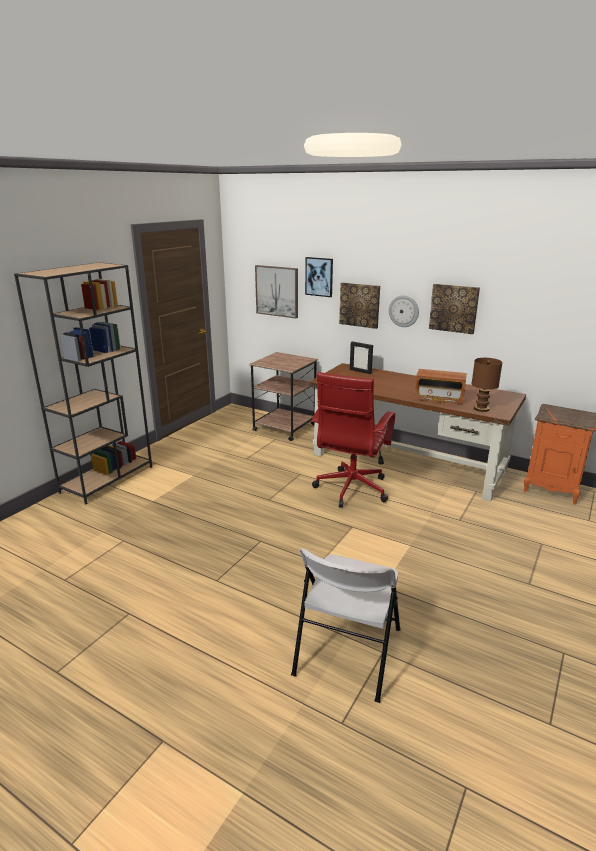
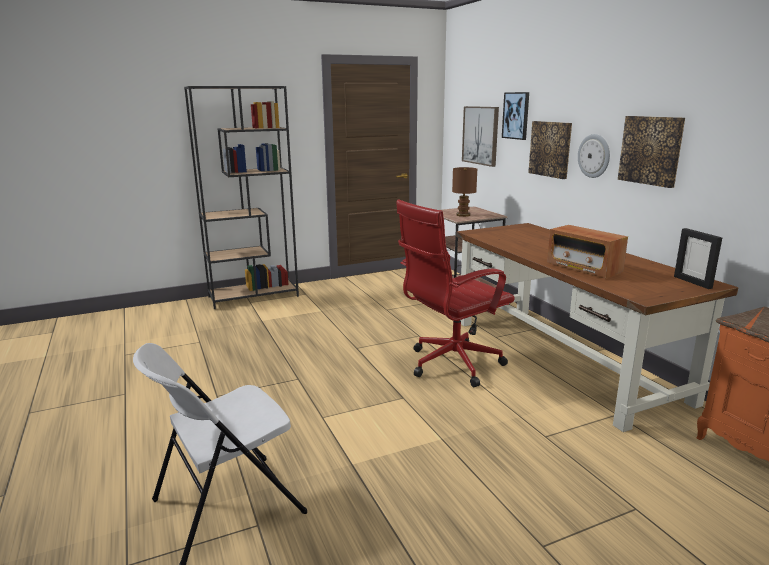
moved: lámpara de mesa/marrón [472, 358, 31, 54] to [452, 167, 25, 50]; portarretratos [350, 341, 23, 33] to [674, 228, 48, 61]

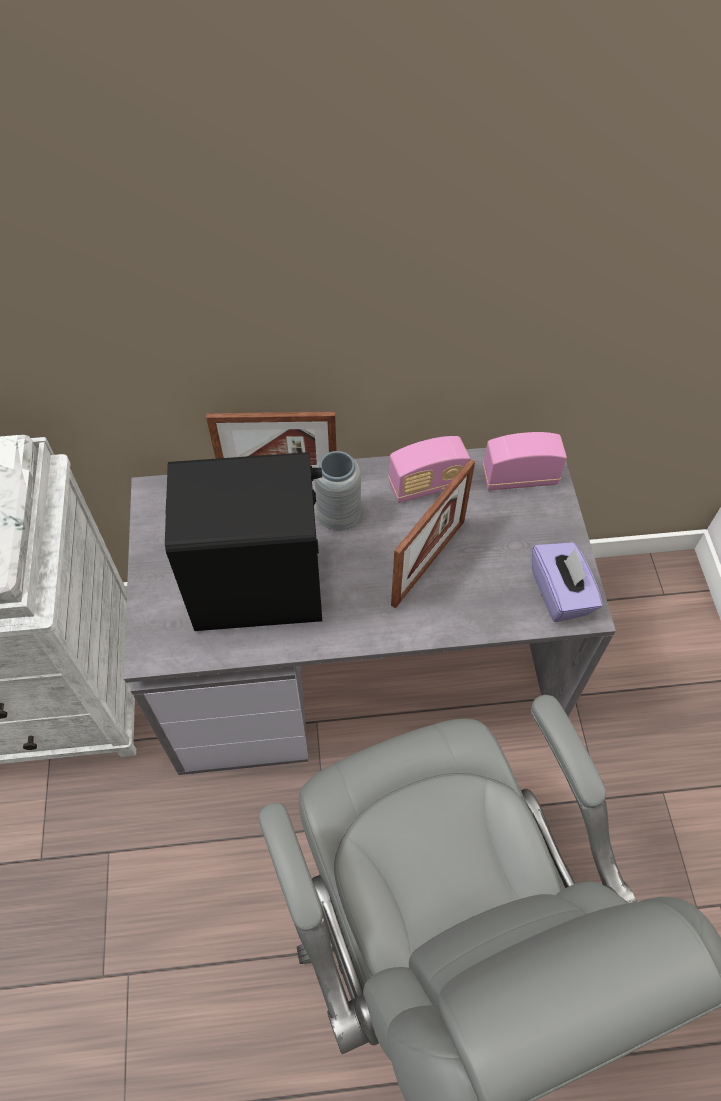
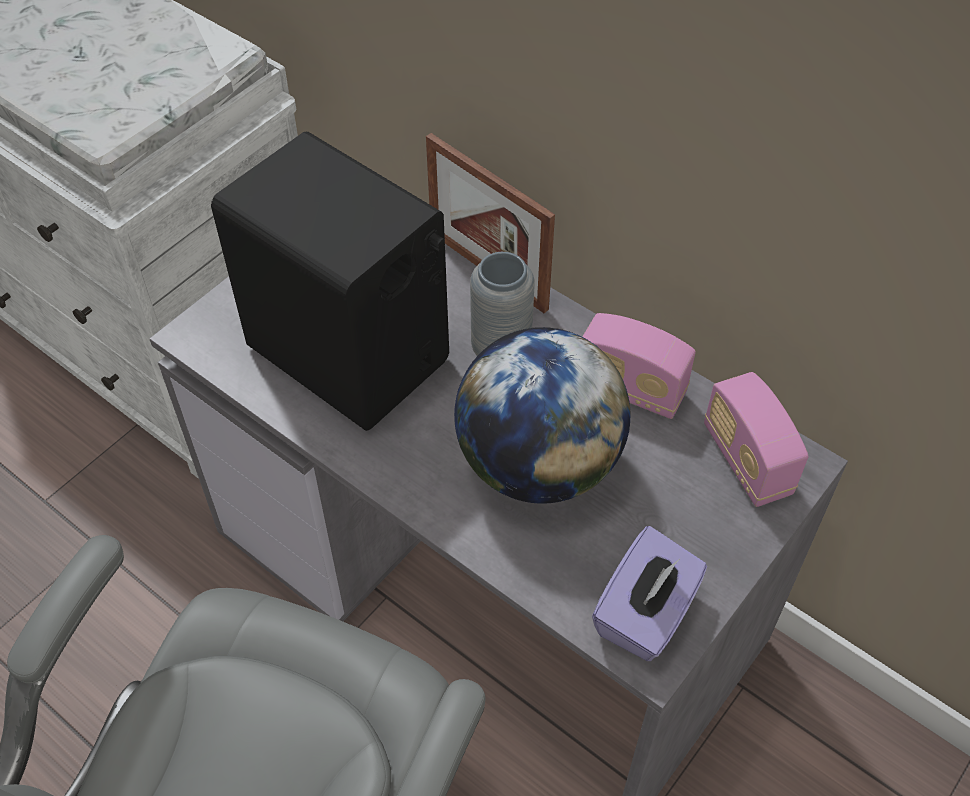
replaced: portarretratos [391, 459, 84, 149] to globo terráqueo [454, 327, 176, 177]
turned: radio [483, 432, 84, 58] = [704, 372, 105, 135] 150 degrees counterclockwise

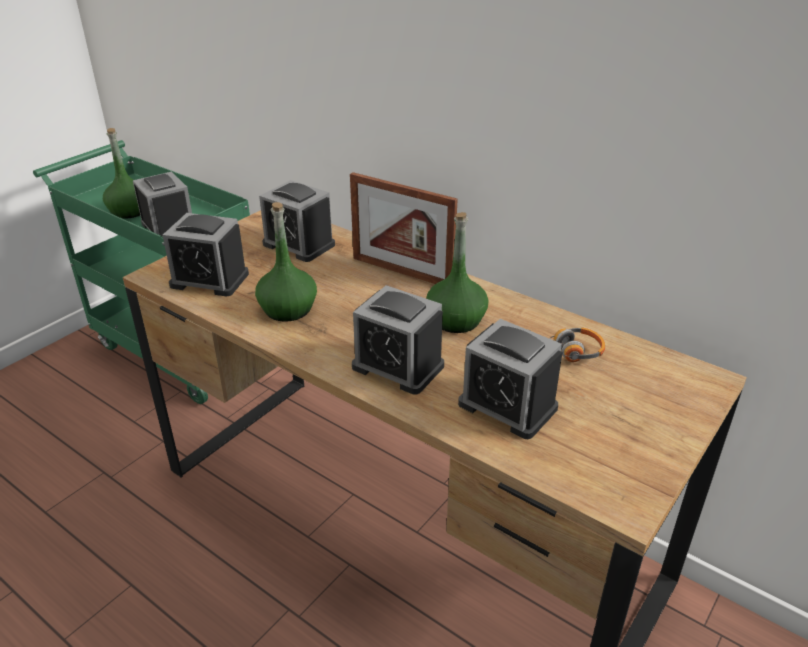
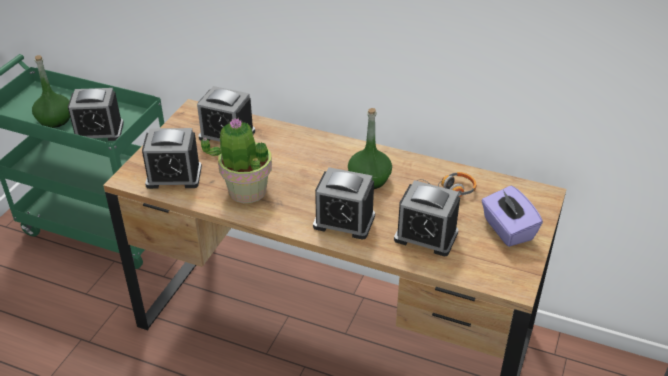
removed: portarretratos [350, 172, 108, 112]
added: caja de pañuelos/morado [482, 186, 61, 61]
replaced: botella/verde [255, 202, 62, 120] to planta en maceta [201, 118, 71, 85]
turned: despertador [133, 171, 59, 66] = [68, 88, 56, 53] 135 degrees clockwise

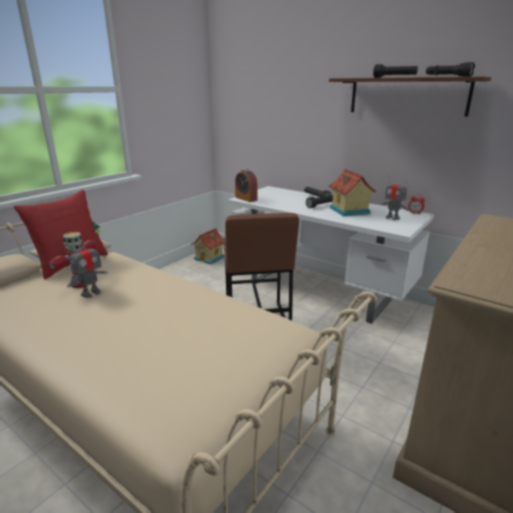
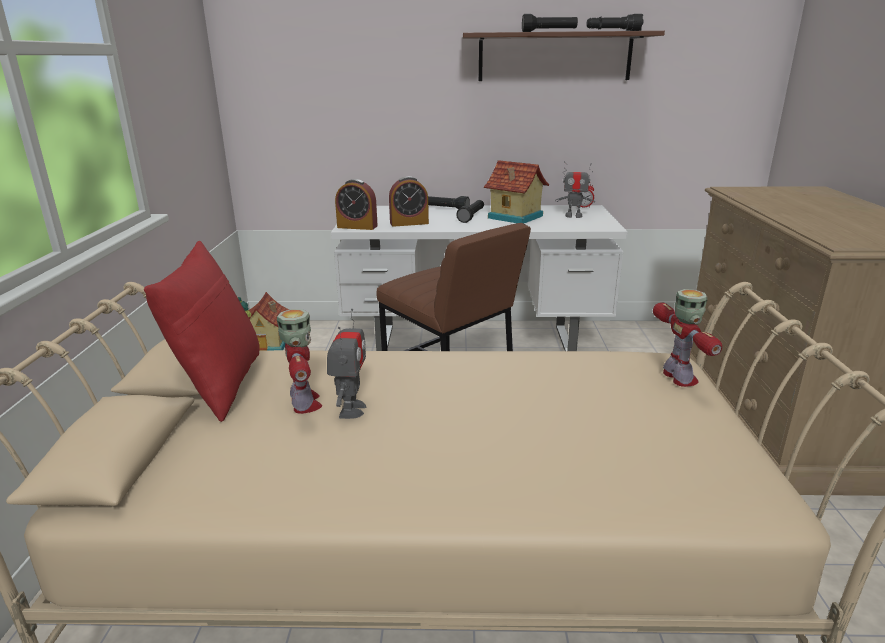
added: despertador [389, 176, 40, 51]; robot de juguete [653, 289, 69, 98]

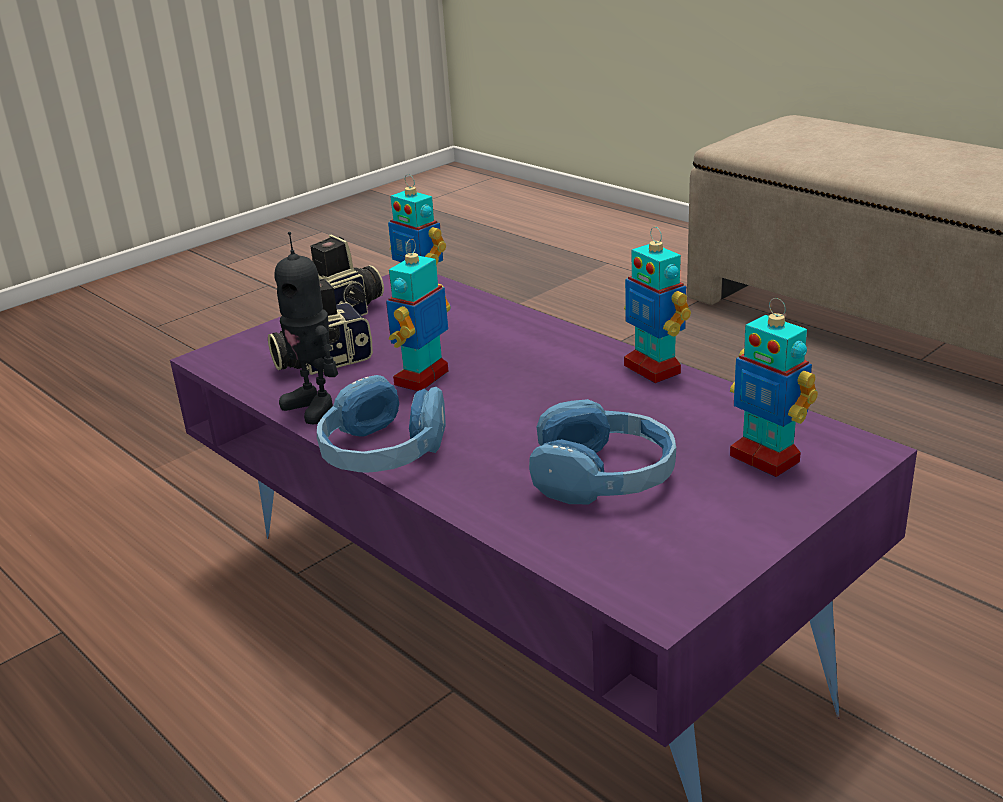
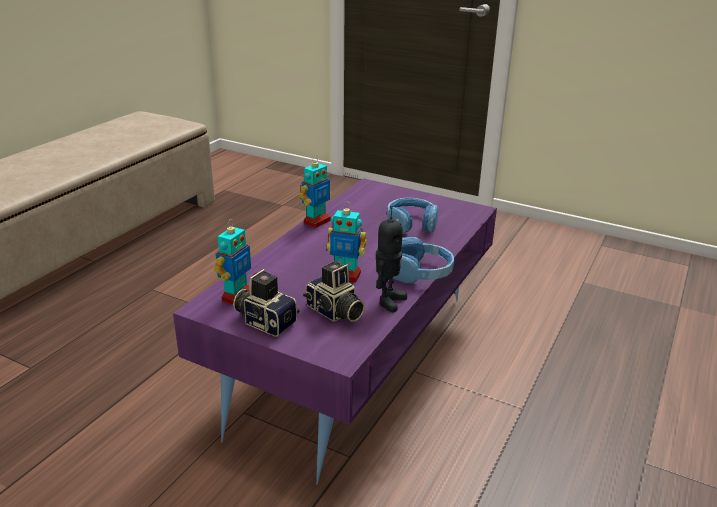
removed: robot de juguete [730, 298, 88, 179]

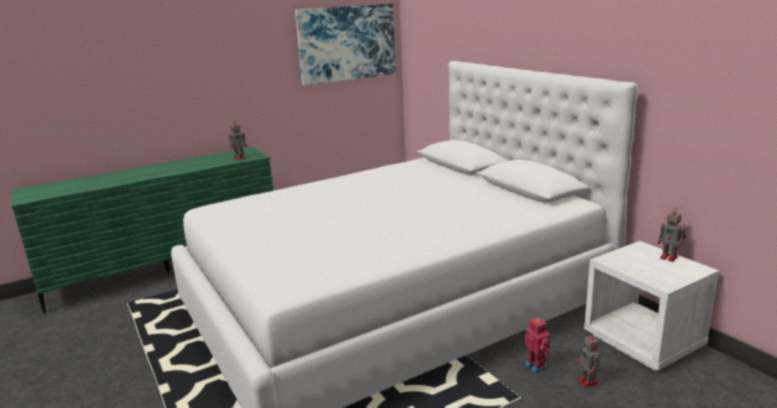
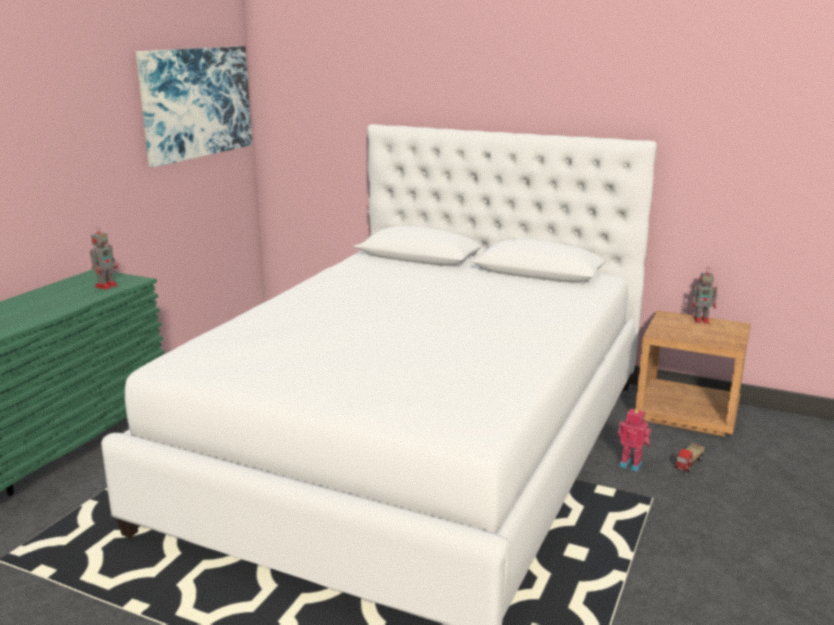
replaced: robot de juguete [577, 333, 25, 55] to camión de juguete [676, 443, 29, 29]
recoloured: mesita de noche/blanco [584, 241, 135, 130] to mesita de noche/marrón [635, 310, 116, 127]

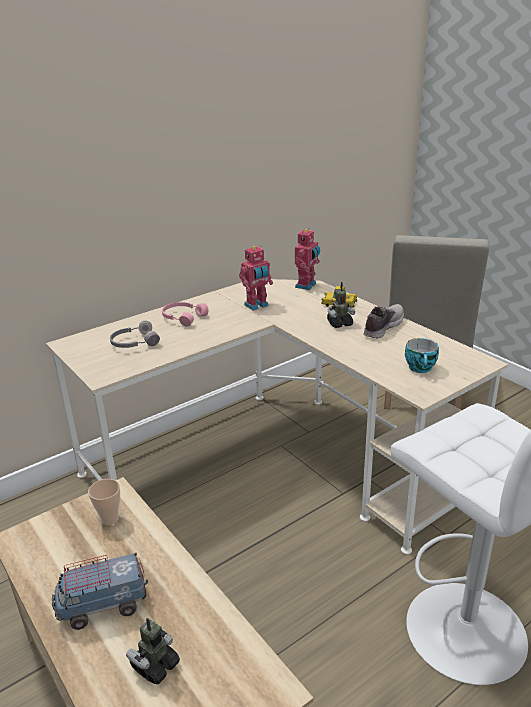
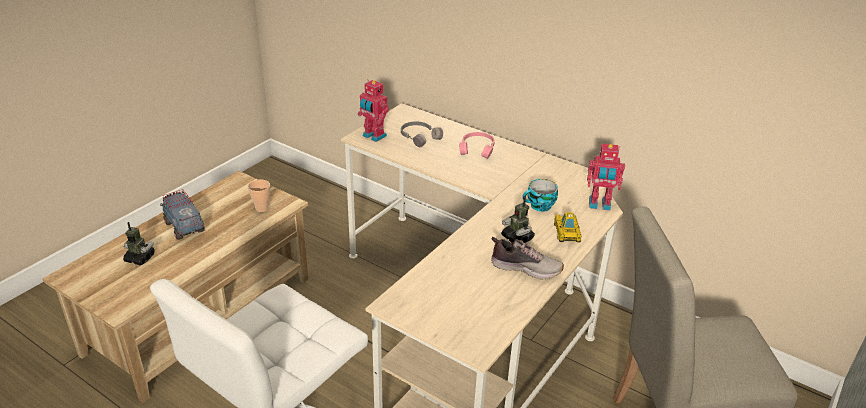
moved: robot de juguete [239, 246, 34, 65] to [358, 79, 31, 63]; taza [405, 338, 34, 35] to [523, 179, 35, 33]

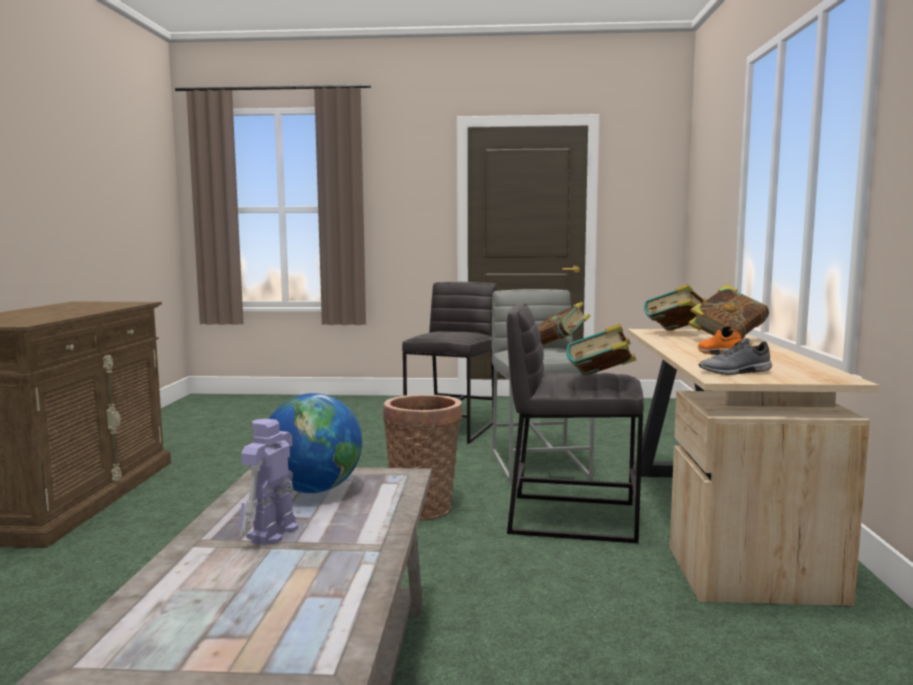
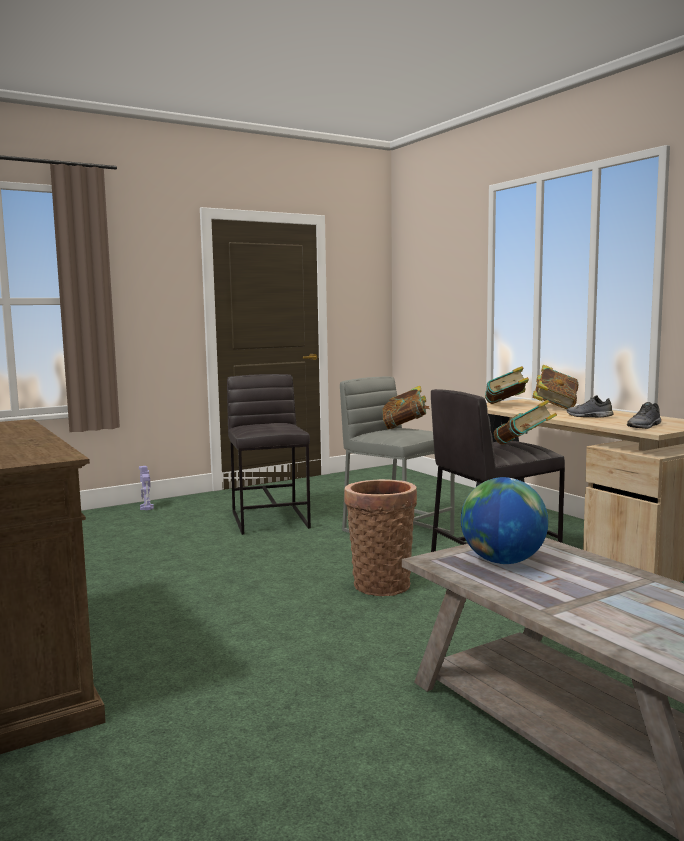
moved: robot de juguete [239, 419, 59, 126] to [139, 466, 15, 44]
recoloured: zapato/naranja [698, 326, 44, 29] to zapato/gris [566, 395, 47, 23]

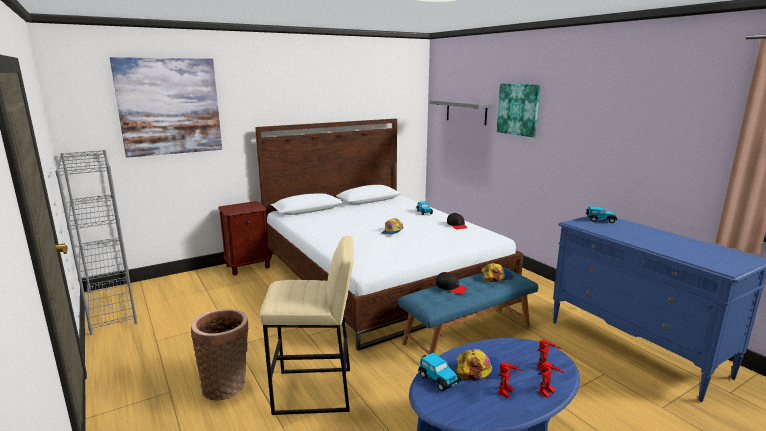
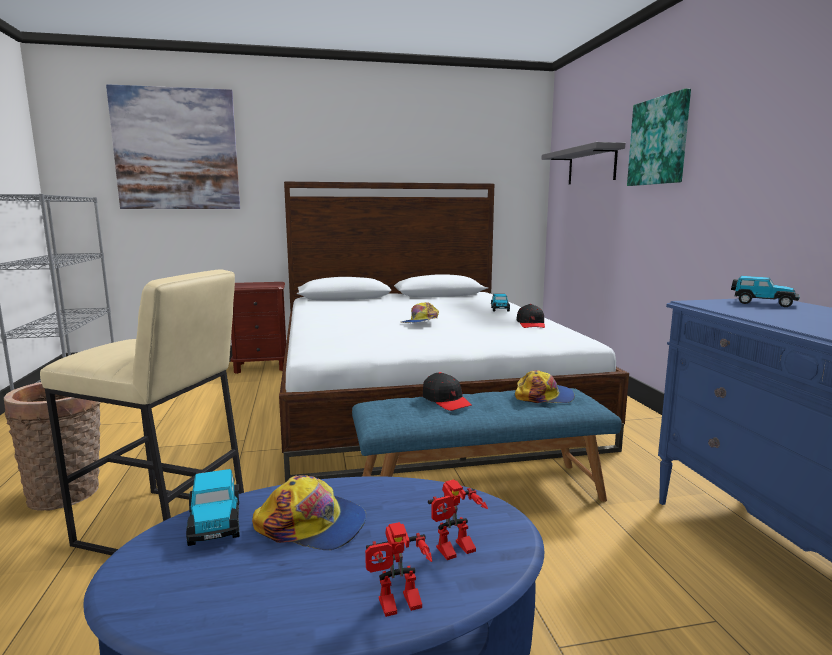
removed: robot de juguete [498, 362, 25, 36]

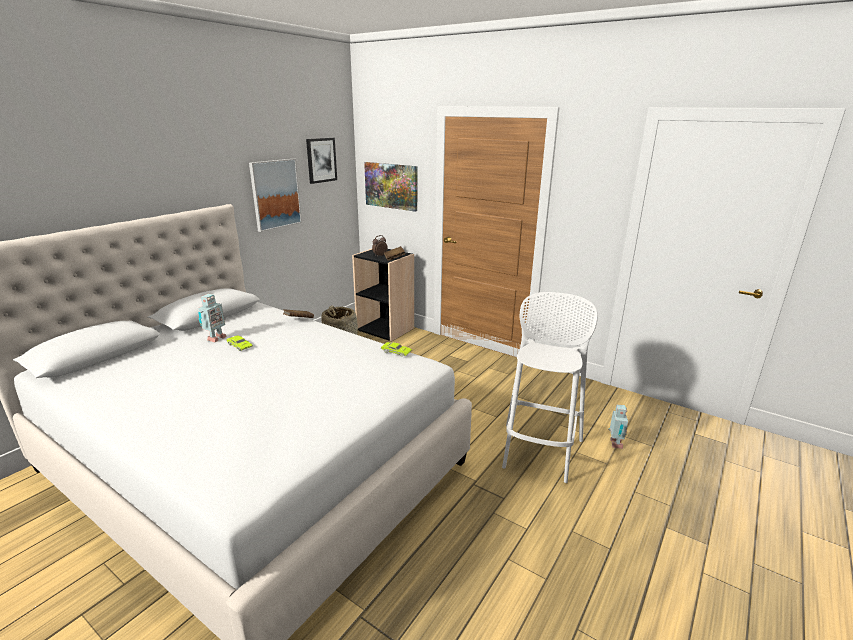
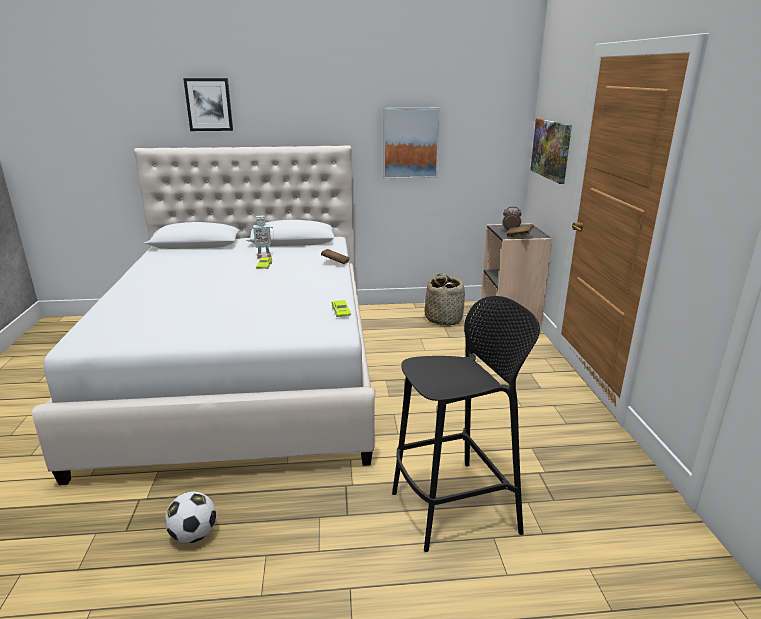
removed: robot de juguete [608, 405, 20, 44]
added: balón de fútbol [165, 492, 51, 51]
moved: cuadro [306, 138, 31, 46] to [183, 78, 50, 53]
recoloured: taburete/blanco [502, 292, 96, 191] to taburete/negro [392, 296, 148, 256]

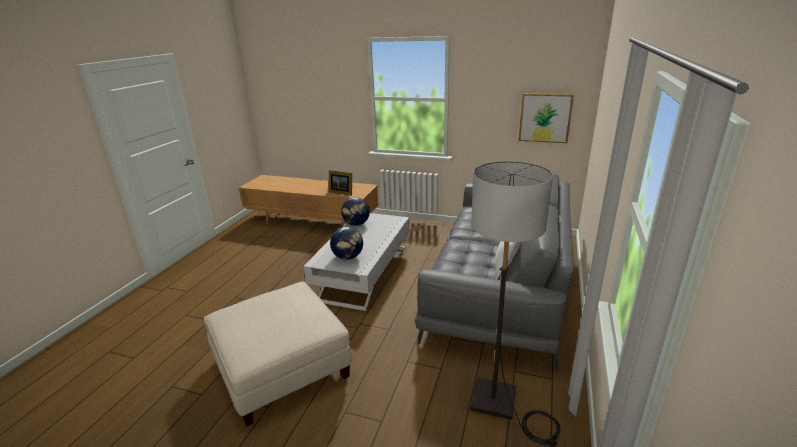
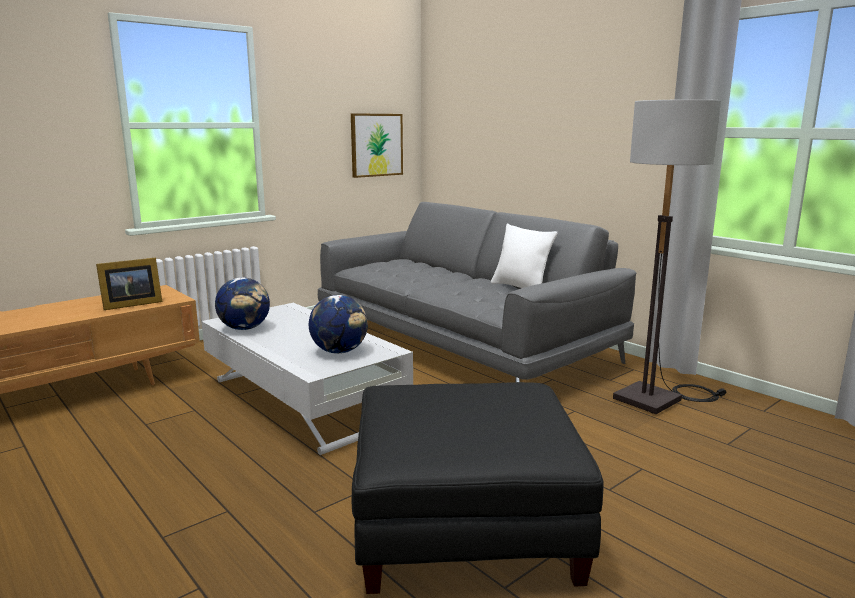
recoloured: puf/beis [204, 282, 148, 144] to puf/negro [352, 382, 252, 212]

